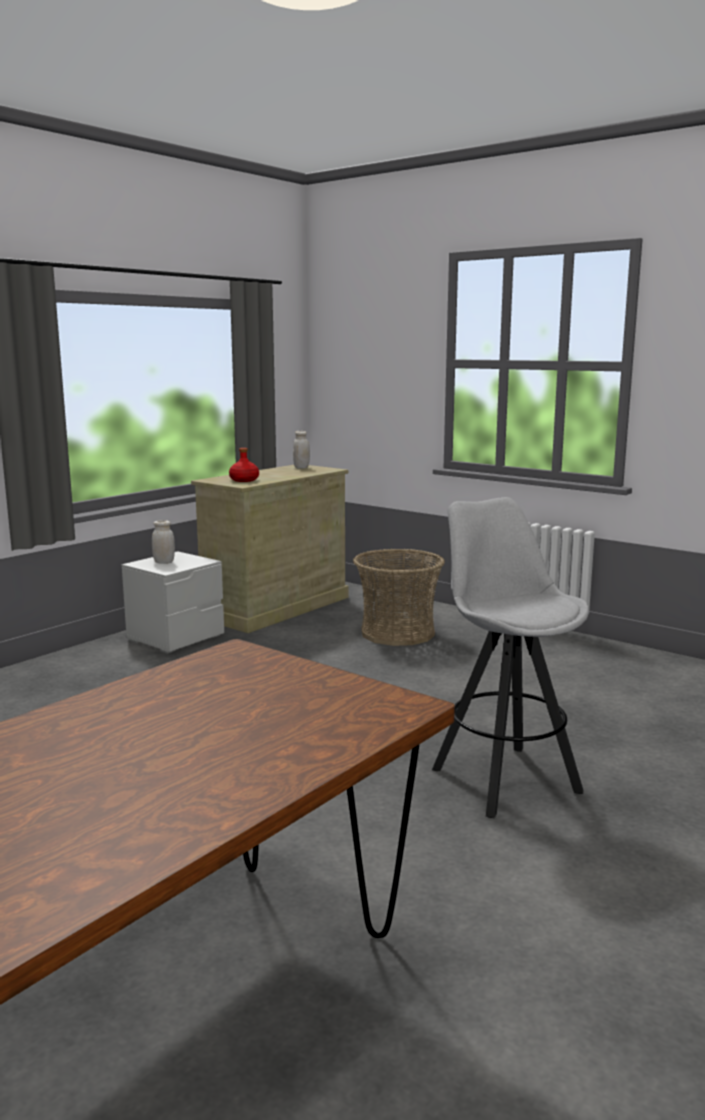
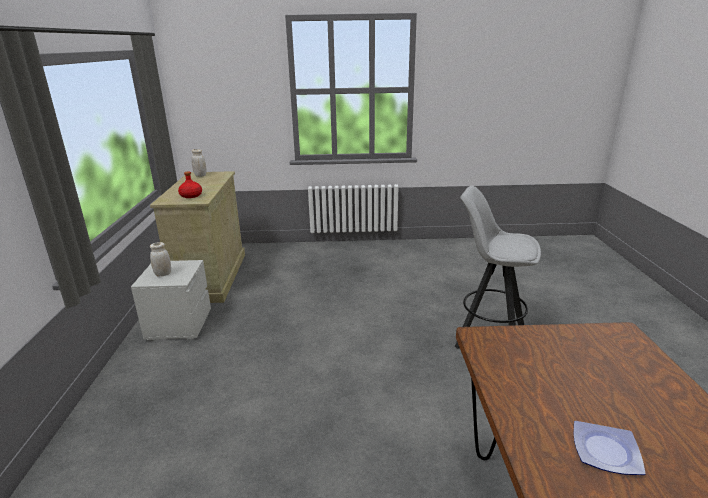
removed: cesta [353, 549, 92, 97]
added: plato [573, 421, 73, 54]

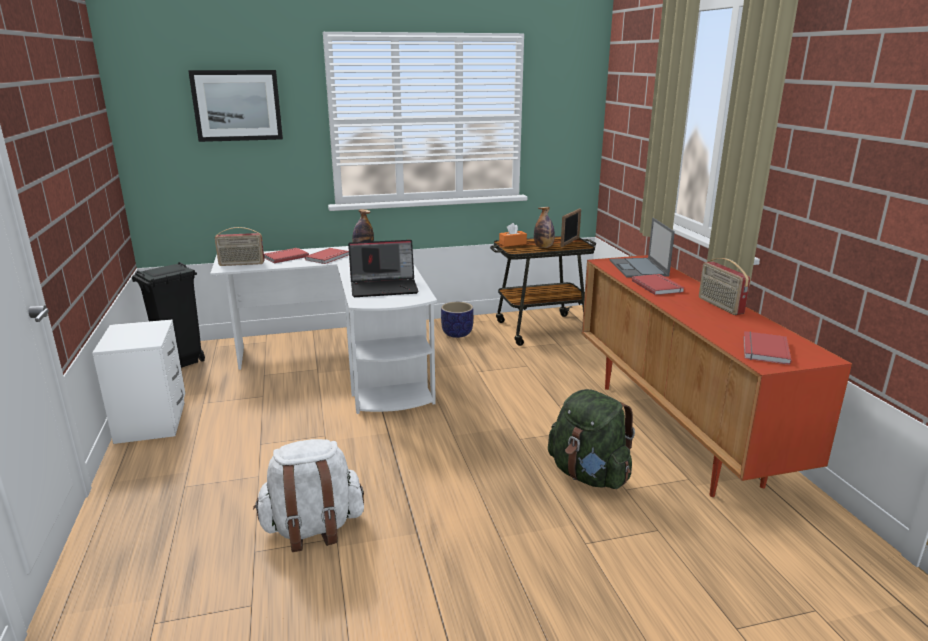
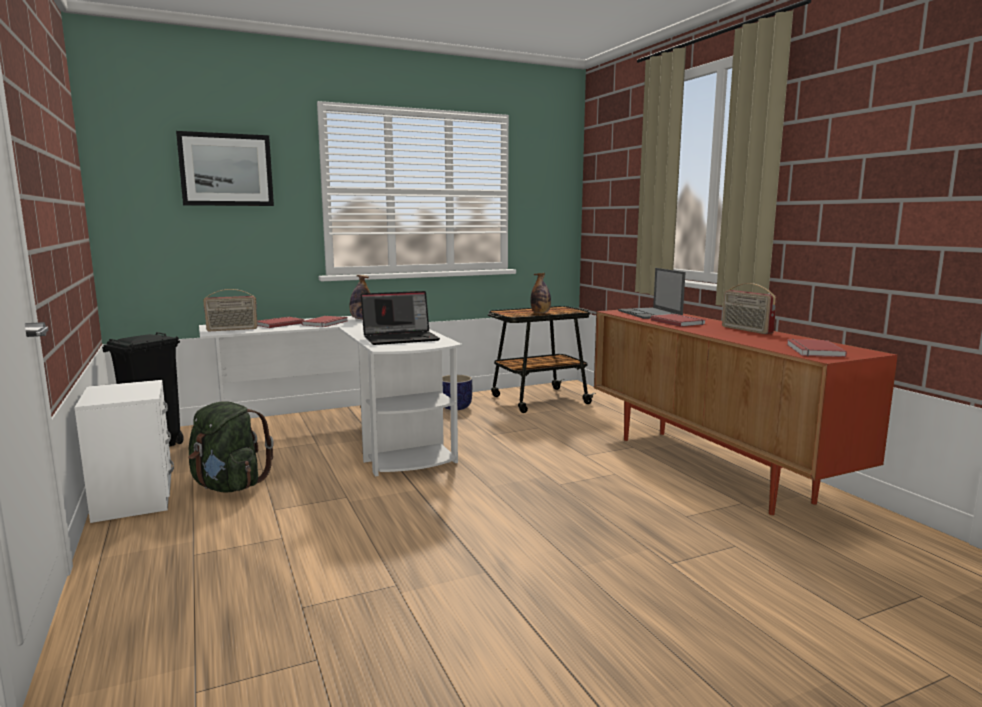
removed: mochila/blanco [253, 439, 111, 113]; caja de pañuelos/naranja [499, 223, 28, 23]; portarretratos [561, 208, 20, 39]
moved: mochila/verde [548, 389, 87, 100] to [188, 401, 86, 91]

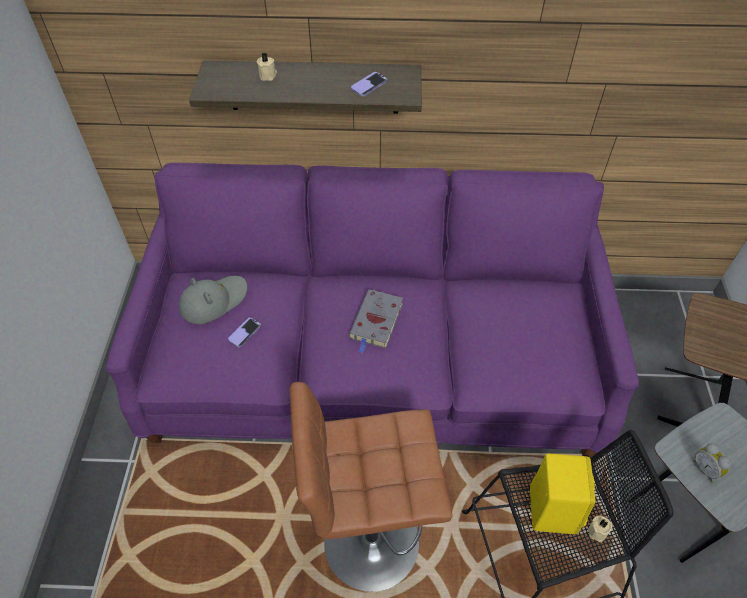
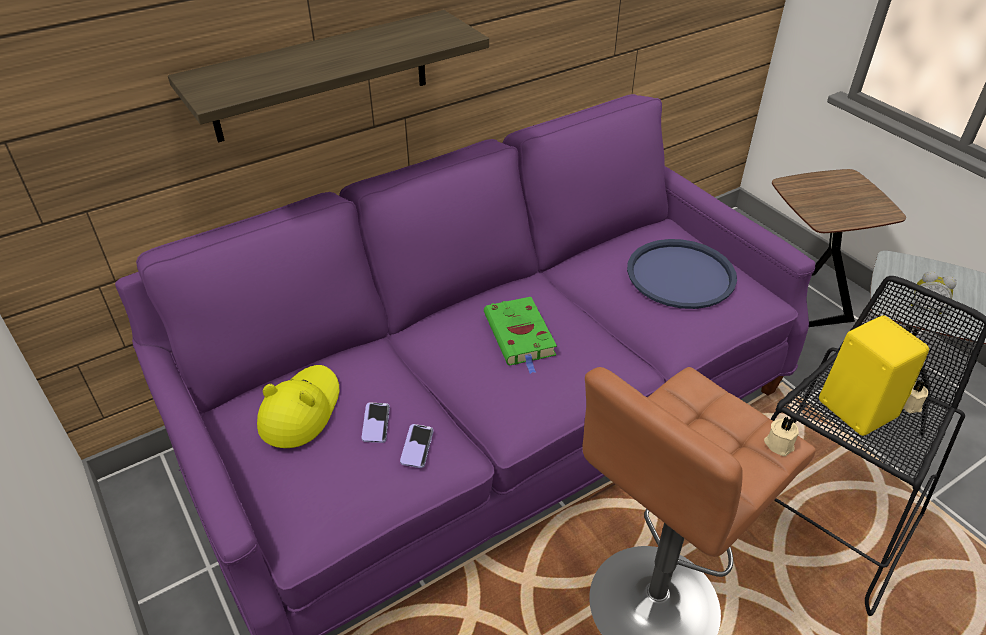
added: bandeja/azul [627, 239, 110, 70]
moved: móvil [351, 72, 36, 24] to [400, 424, 34, 44]; vela/beis [257, 53, 20, 28] to [764, 416, 35, 40]
recoloured: sombrero/gris [179, 275, 68, 49] to sombrero/amarillo [257, 365, 82, 83]; libro/gris [348, 289, 55, 64] to libro/verde [484, 297, 73, 77]

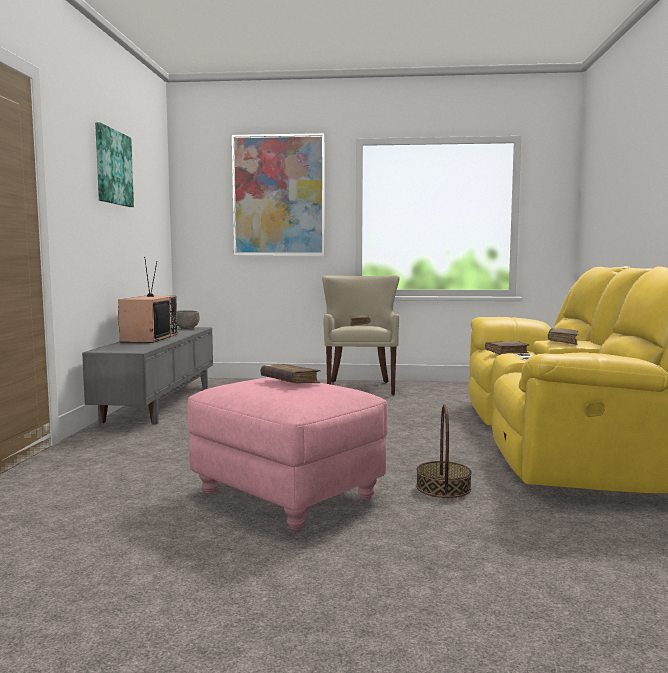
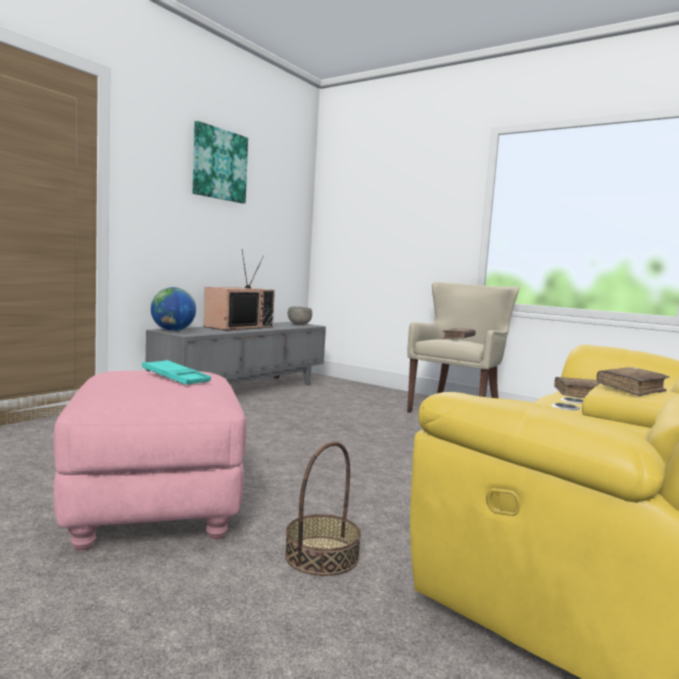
removed: cuadro [232, 133, 93, 123]
added: globo terráqueo [151, 287, 45, 44]
replaced: libro/marrón [261, 364, 59, 19] to bandeja/turquesa [142, 360, 69, 25]

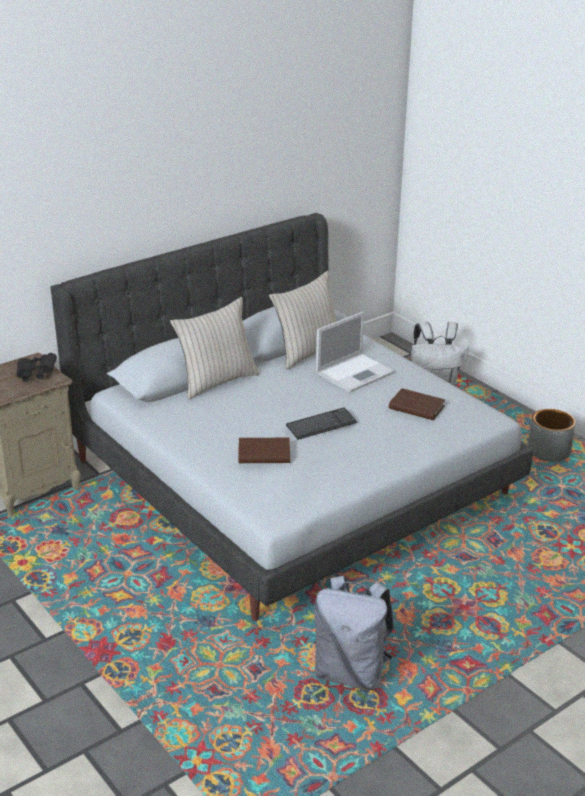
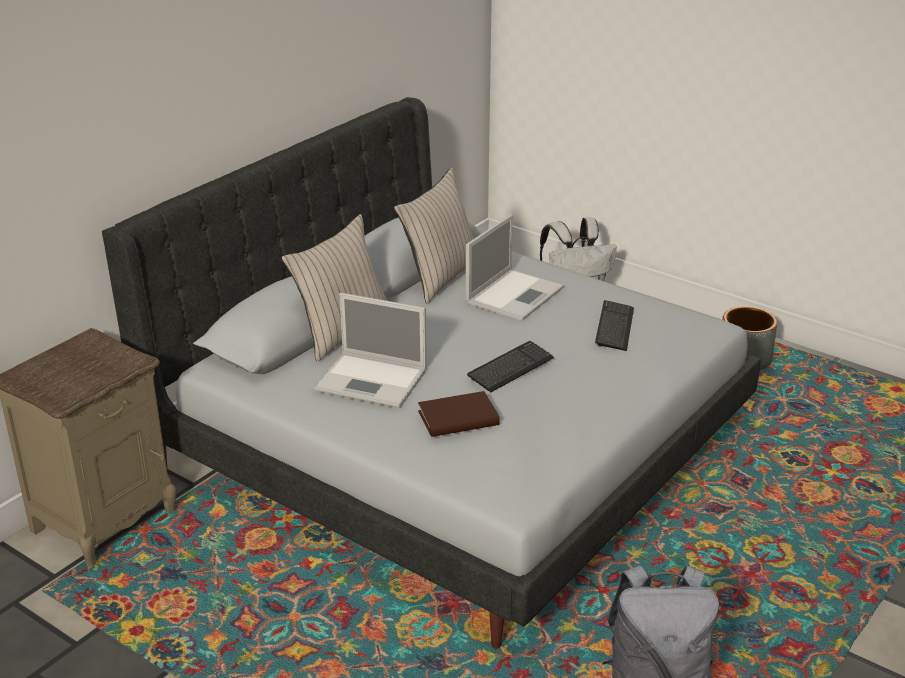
removed: prismáticos/negro [16, 353, 41, 29]
added: portátil [314, 293, 113, 115]
replaced: libro/marrón [389, 388, 56, 32] to teclado [595, 300, 39, 51]

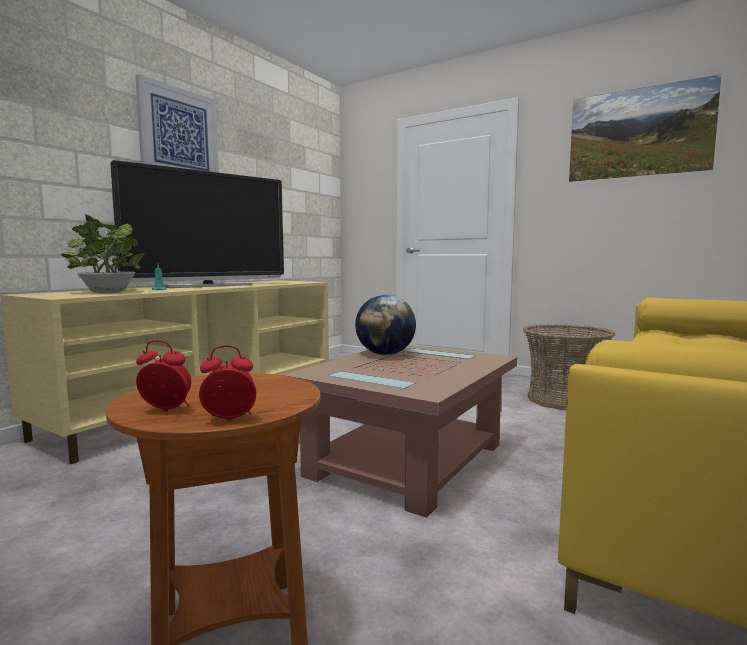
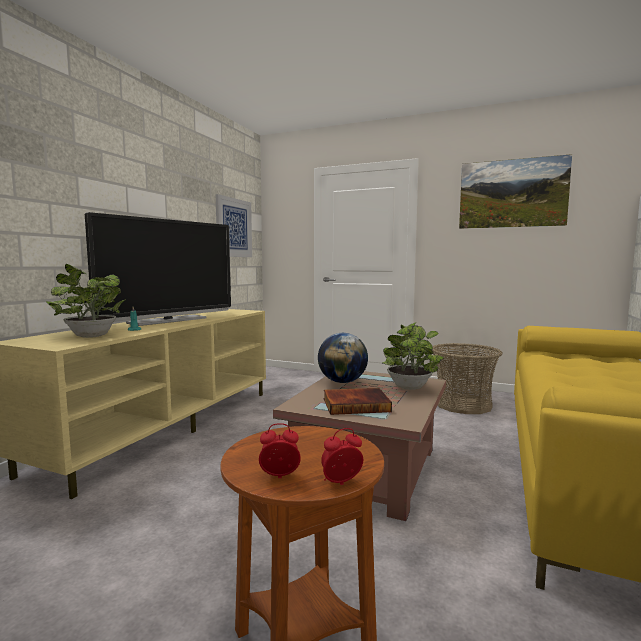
added: libro [324, 388, 68, 27]; planta en maceta [382, 322, 62, 68]
moved: cuadro [135, 74, 84, 99] to [216, 194, 36, 63]

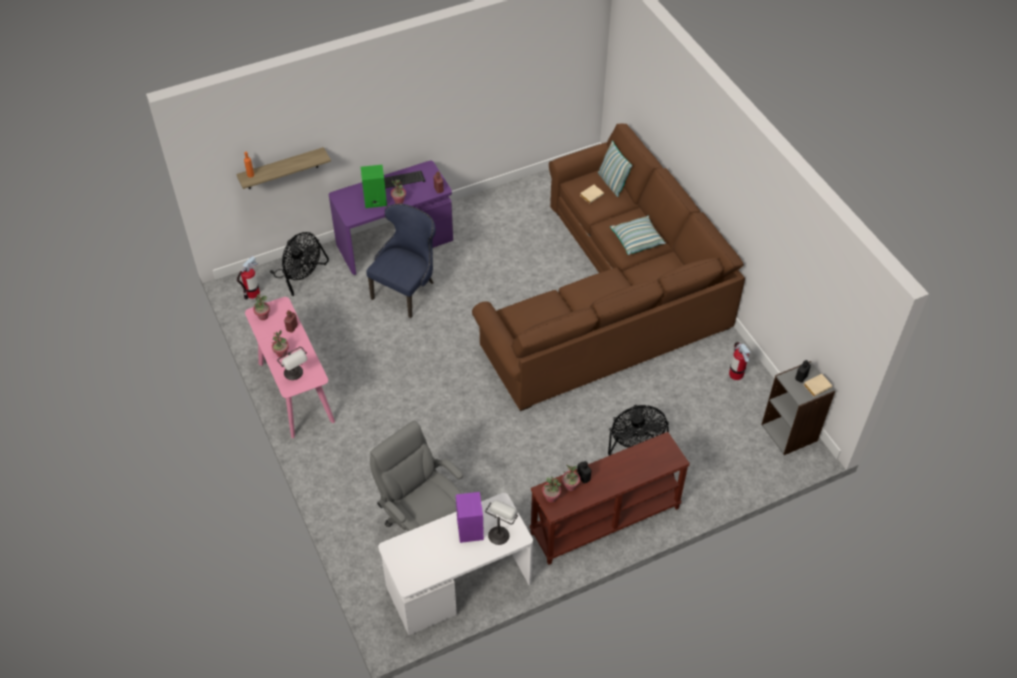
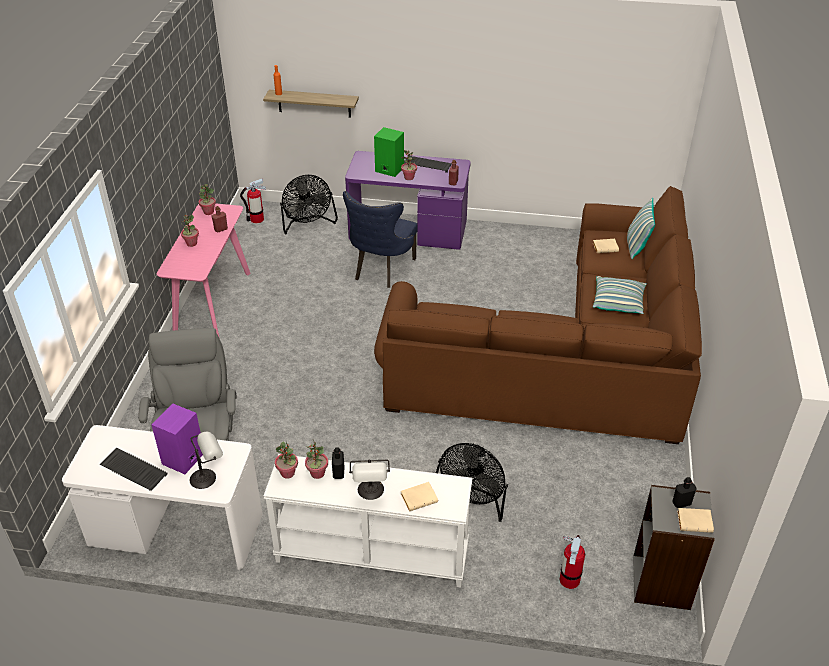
added: teclado [100, 448, 67, 43]; libro/beis [401, 482, 37, 29]
moved: lámpara de mesa [277, 347, 30, 33] to [349, 460, 41, 40]; extintor [729, 342, 22, 38] to [560, 535, 25, 54]
recoloured: mesa consola/marrón [530, 432, 160, 133] to mesa consola/blanco [264, 454, 208, 134]
turned: silla/azul [366, 204, 70, 114] = [343, 191, 75, 97] 135 degrees clockwise

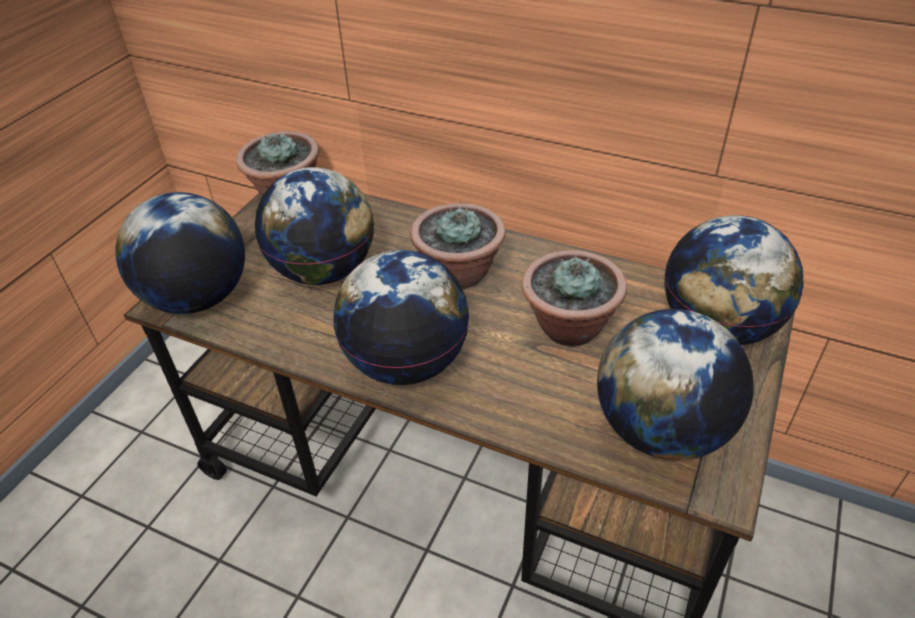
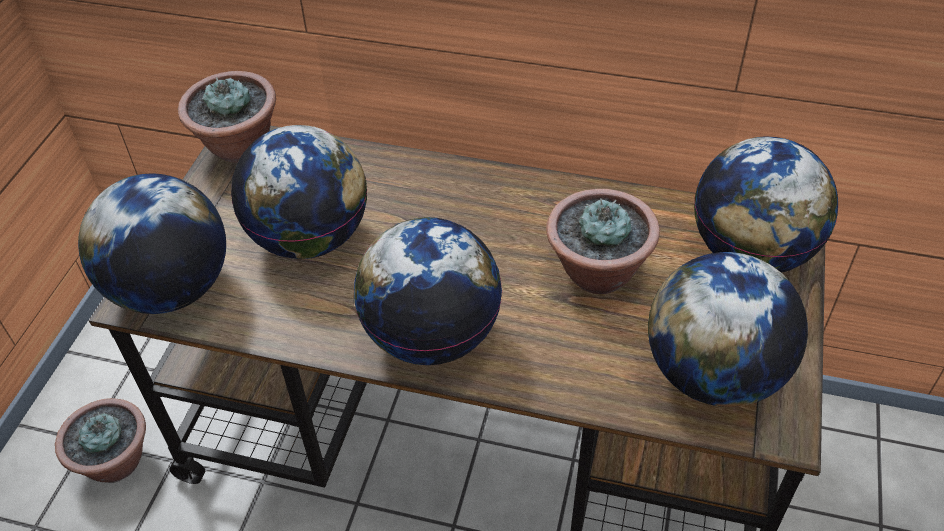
moved: planta en maceta [410, 203, 96, 87] to [55, 398, 91, 85]

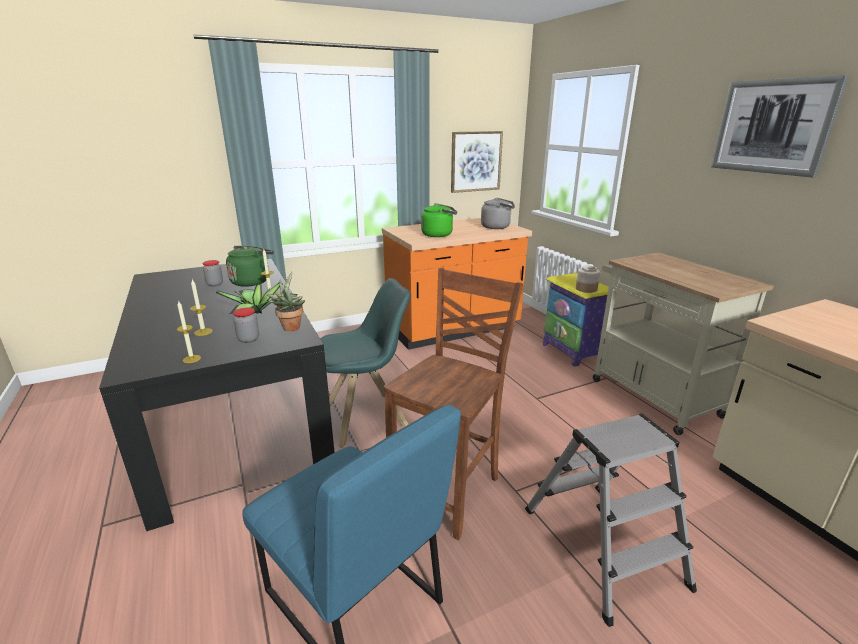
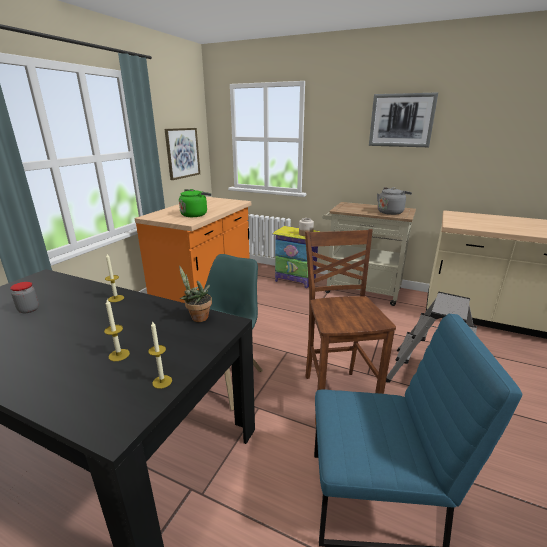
removed: planta en maceta [216, 283, 82, 32]; hervidor/verde [226, 246, 48, 41]; tarro [233, 308, 26, 35]
moved: hervidor/gris [481, 198, 34, 31] to [377, 187, 35, 28]

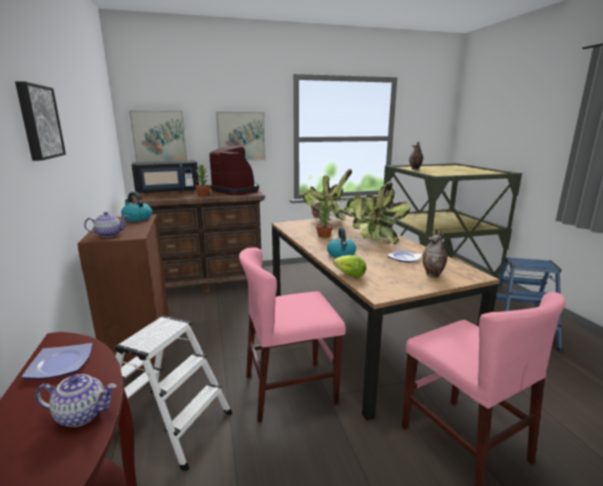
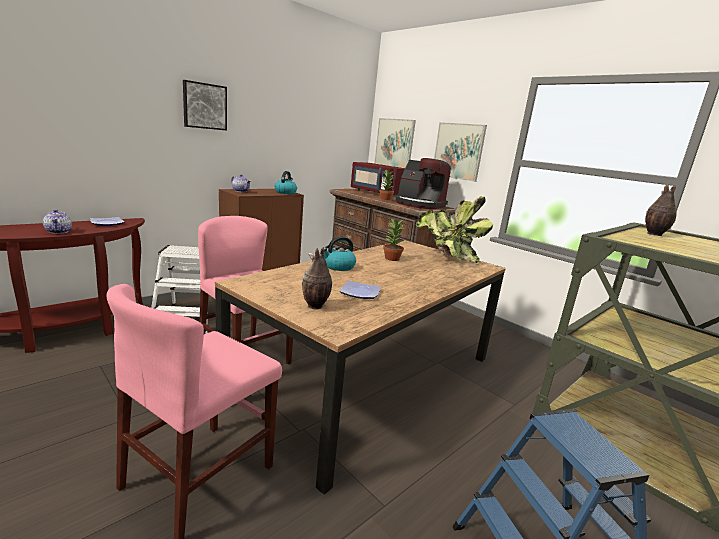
removed: lechuga [333, 255, 33, 23]; planta en maceta [343, 182, 68, 62]
recoloured: microondas/negro [132, 160, 67, 35] to microondas/rojo [351, 162, 54, 34]
turned: cafetera [209, 145, 50, 51] = [396, 158, 55, 51] 105 degrees clockwise

